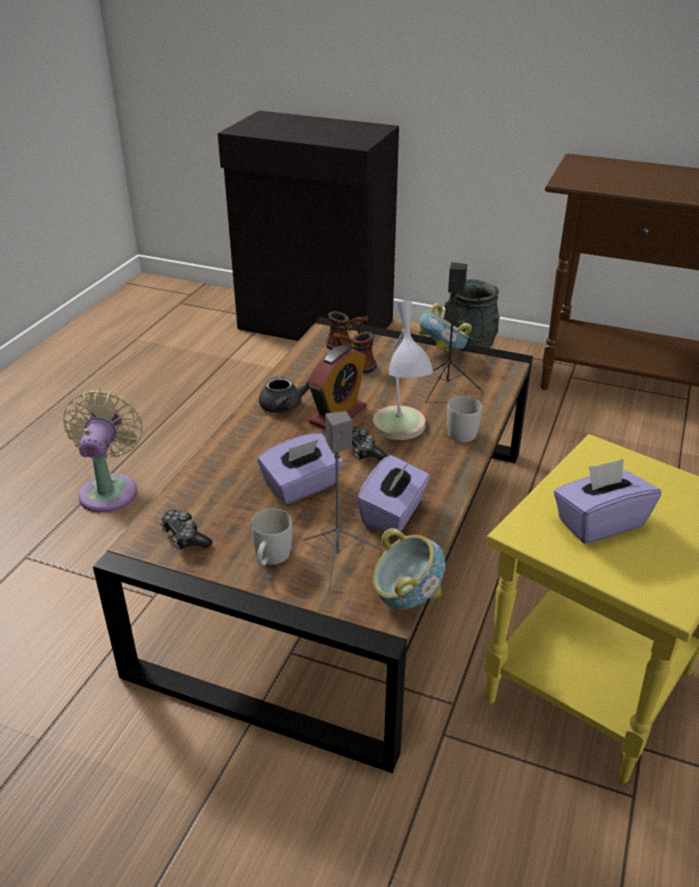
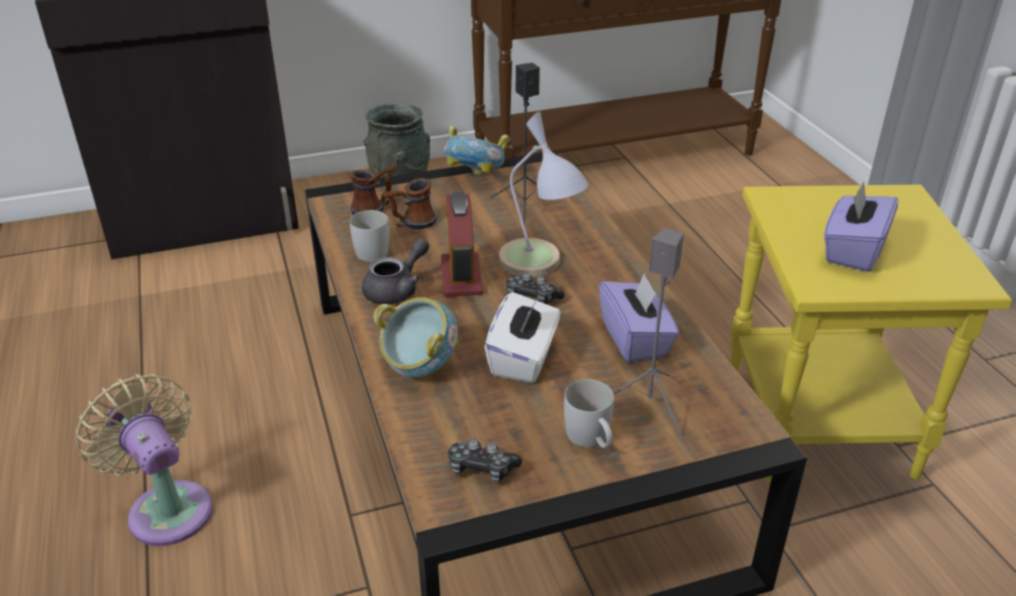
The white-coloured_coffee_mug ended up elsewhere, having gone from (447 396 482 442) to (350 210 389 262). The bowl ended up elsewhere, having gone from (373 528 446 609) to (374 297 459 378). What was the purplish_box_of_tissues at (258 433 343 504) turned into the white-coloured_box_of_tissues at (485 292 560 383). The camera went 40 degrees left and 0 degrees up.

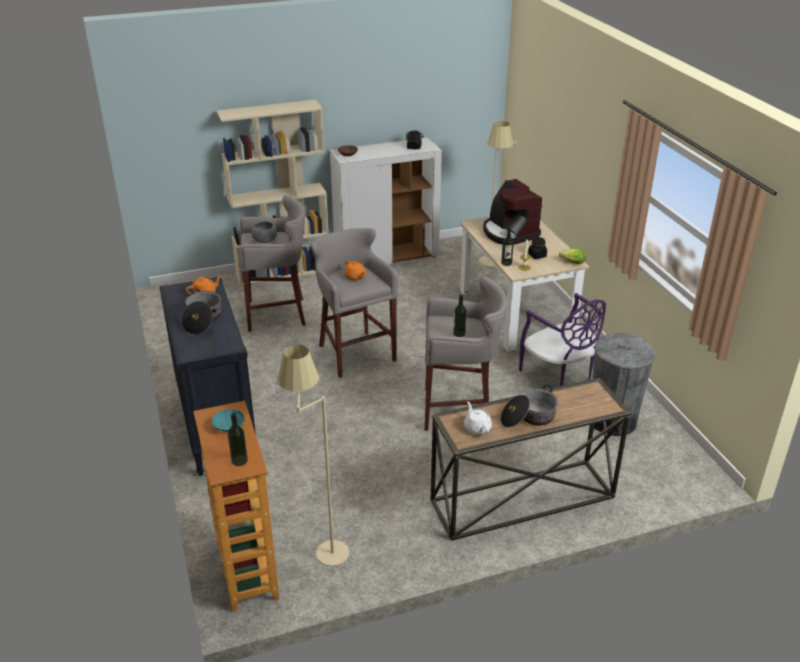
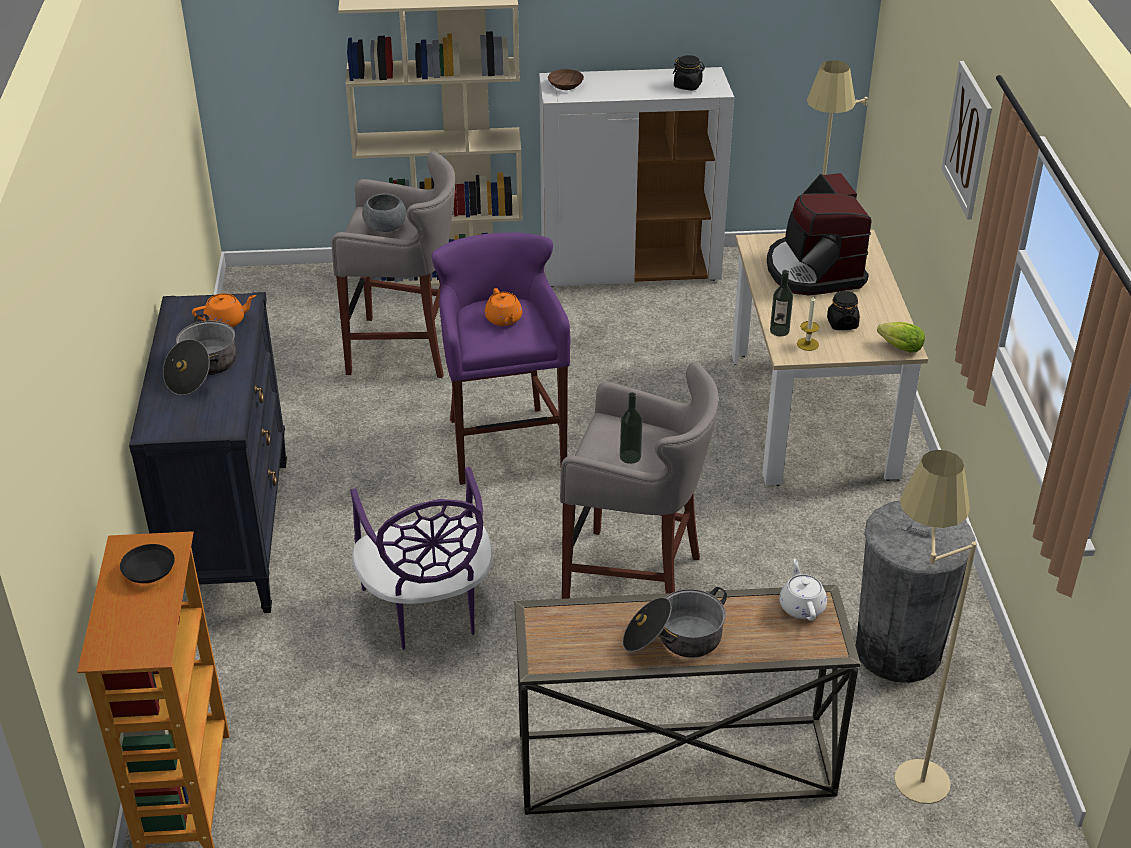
What was the blue-green_bowl at (212 409 245 432) turned into the blackish_bowl at (120 544 175 583). The purplish_plain_chair ended up elsewhere, having gone from (519 293 606 386) to (350 467 493 650). What was the gray_stool_seat at (311 228 398 378) turned into the purplish_stool_seat at (431 232 570 485). The white-coloured_tea_pot ended up elsewhere, having gone from (464 401 492 435) to (779 559 827 621). The sand-coloured_standard_lamp ended up elsewhere, having gone from (277 345 349 566) to (894 450 977 804). The second view gained the picture at (941 61 992 219). The second view lost the bottle at (228 413 248 466). The camera went 15 degrees right and 5 degrees up.

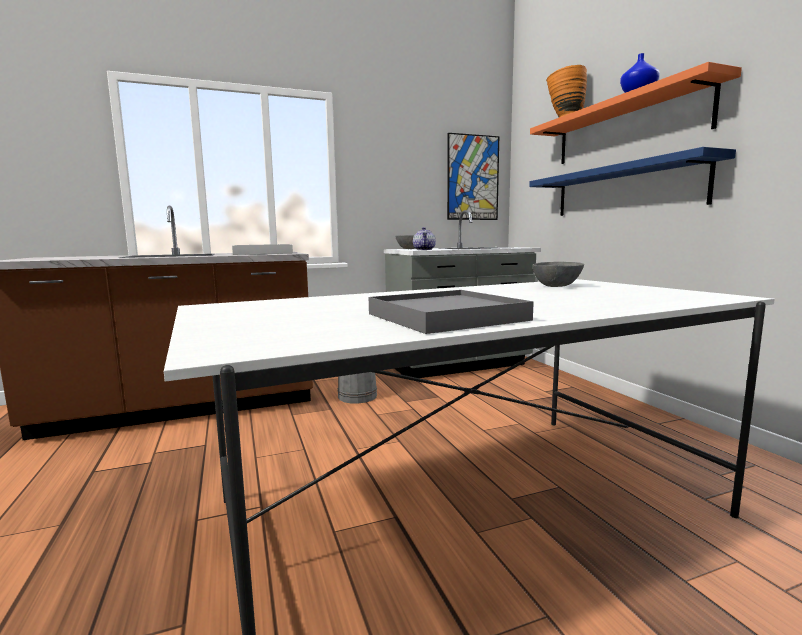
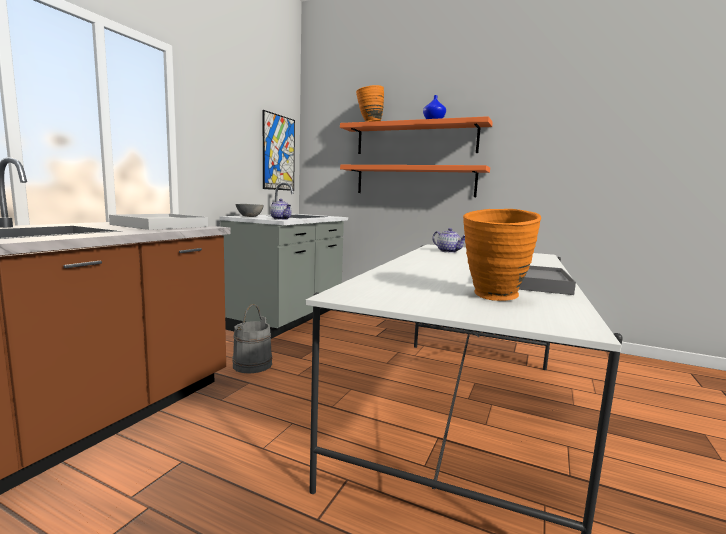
What was the blue-coloured_shelf at (529 147 736 216) turned into the orange-coloured_shelf at (340 165 490 197). Where the gray_bowl stood at (533 262 584 287), the tea_pot came to stand at (433 228 465 253). The second view gained the orange-coloured_flower_vase at (463 209 541 301). The camera went 45 degrees left and 0 degrees up.

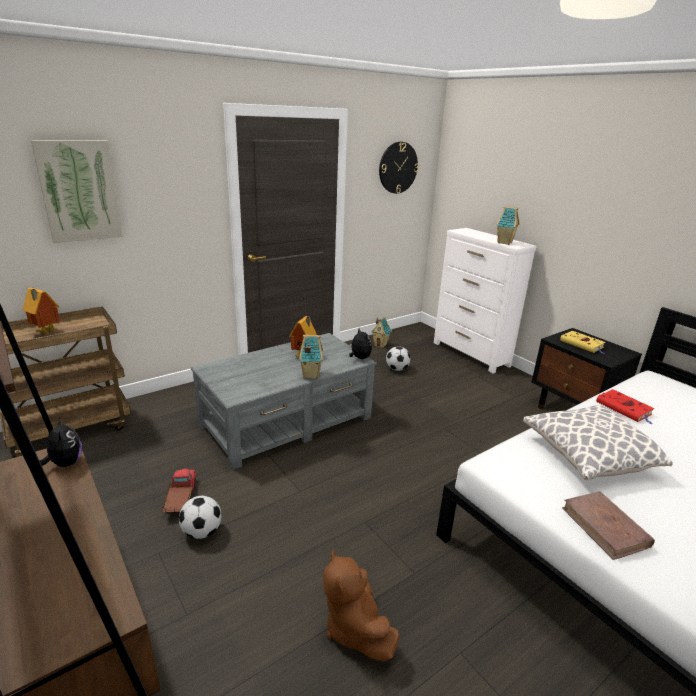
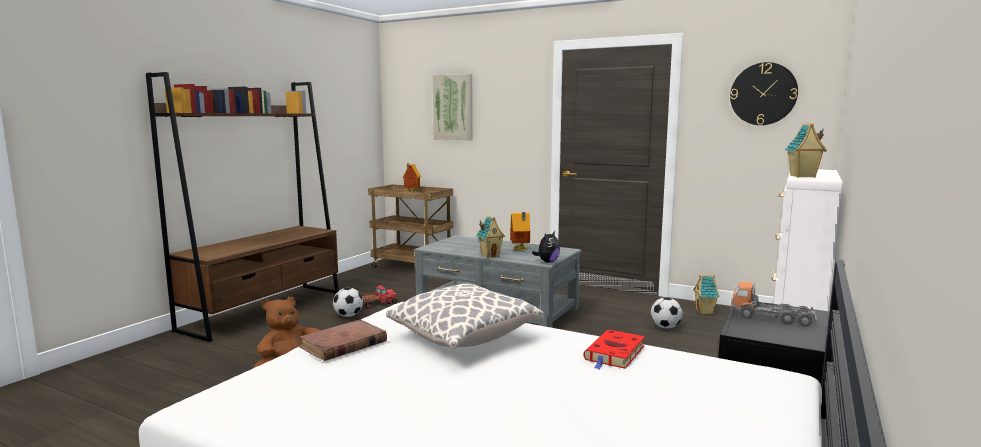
Where the yellow-coloured_book stood at (560 331 605 354), the toy_truck came to stand at (731 282 817 327). The second view lost the plush_toy at (39 418 82 467). The camera went 65 degrees right and 15 degrees down.

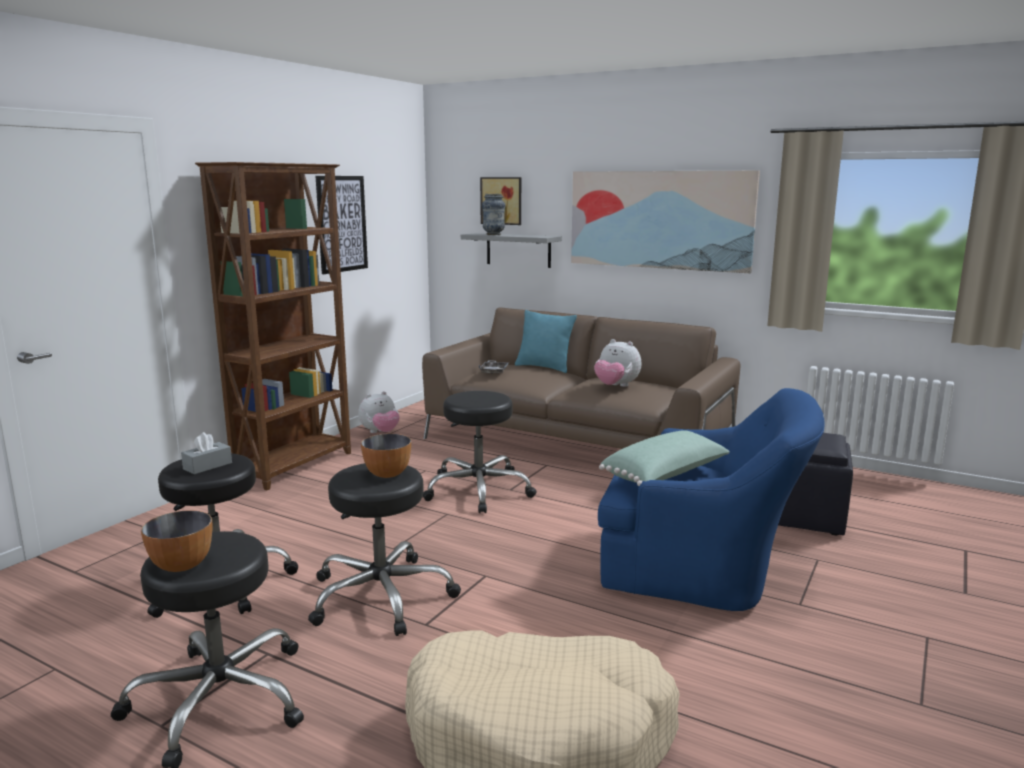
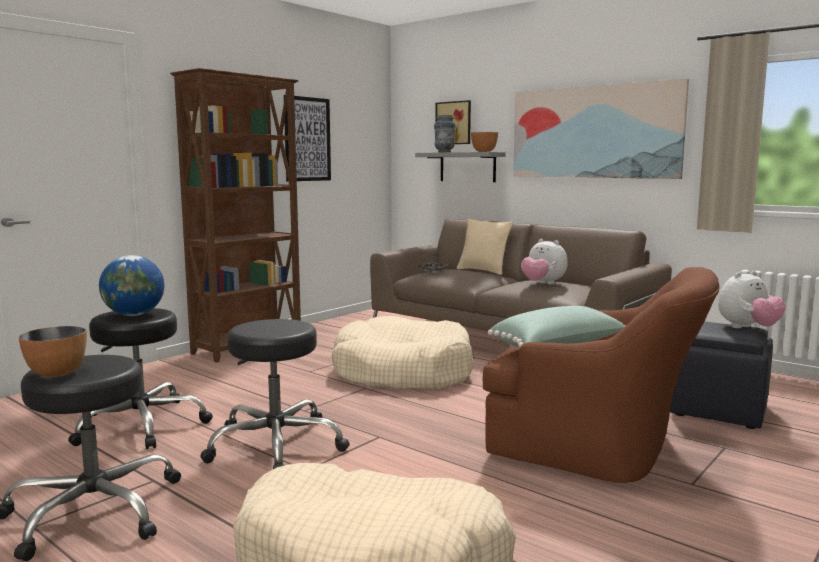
Where the gray_box_of_tissues stood at (181 432 232 474), the world_globe came to stand at (99 255 164 316). Where the blackish_stool_seat stood at (423 391 537 513), the sand-coloured_dog_bed came to stand at (331 316 473 389). What was the blue-green_cushion at (515 310 577 373) turned into the sand-coloured_cushion at (457 219 513 275). The bowl ended up elsewhere, having gone from (361 434 411 478) to (471 132 498 152). What was the blue-coloured_lounge_chair at (598 388 825 611) turned into the brown_lounge_chair at (483 267 720 483). The plush_toy ended up elsewhere, having gone from (358 391 400 433) to (718 271 786 329). The camera went 10 degrees right and 5 degrees down.

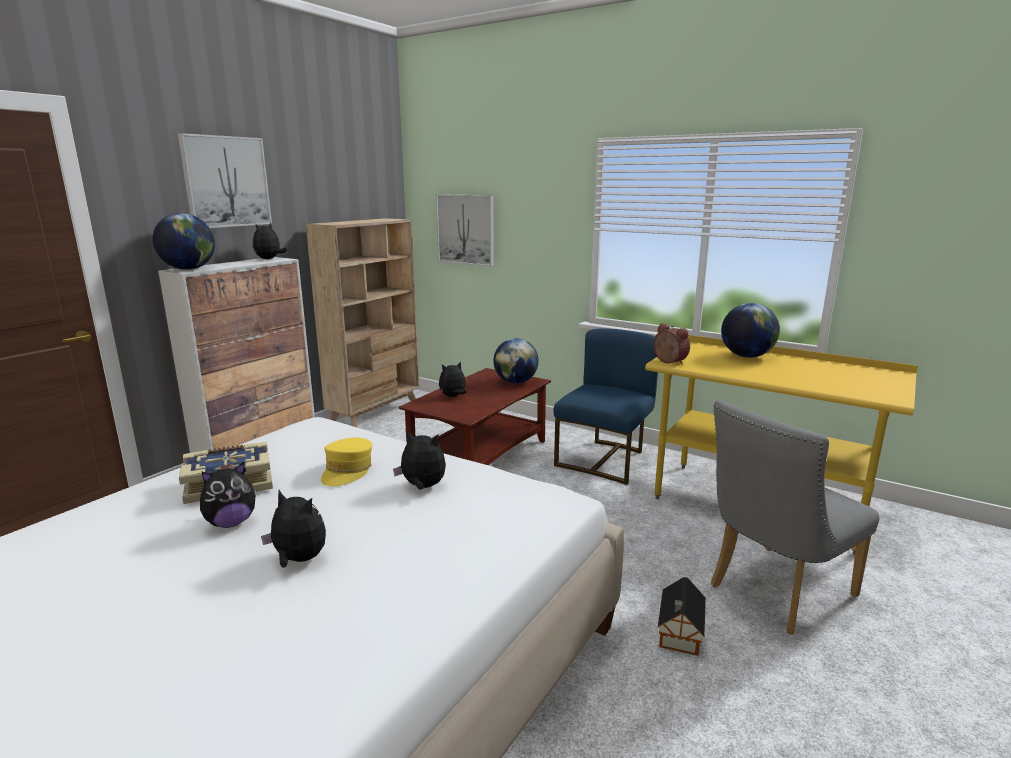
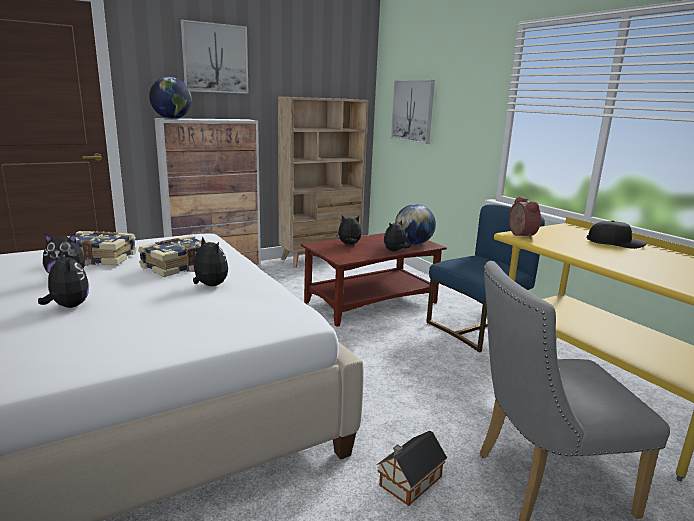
Where the yellow-coloured_peaked_cap stood at (321 438 372 486), the book came to stand at (138 235 214 277). The plush_toy ended up elsewhere, having gone from (253 222 287 259) to (384 220 411 251). Where the world_globe stood at (721 303 780 358), the blackish_peaked_cap came to stand at (587 220 647 249). The camera went 25 degrees right and 0 degrees up.

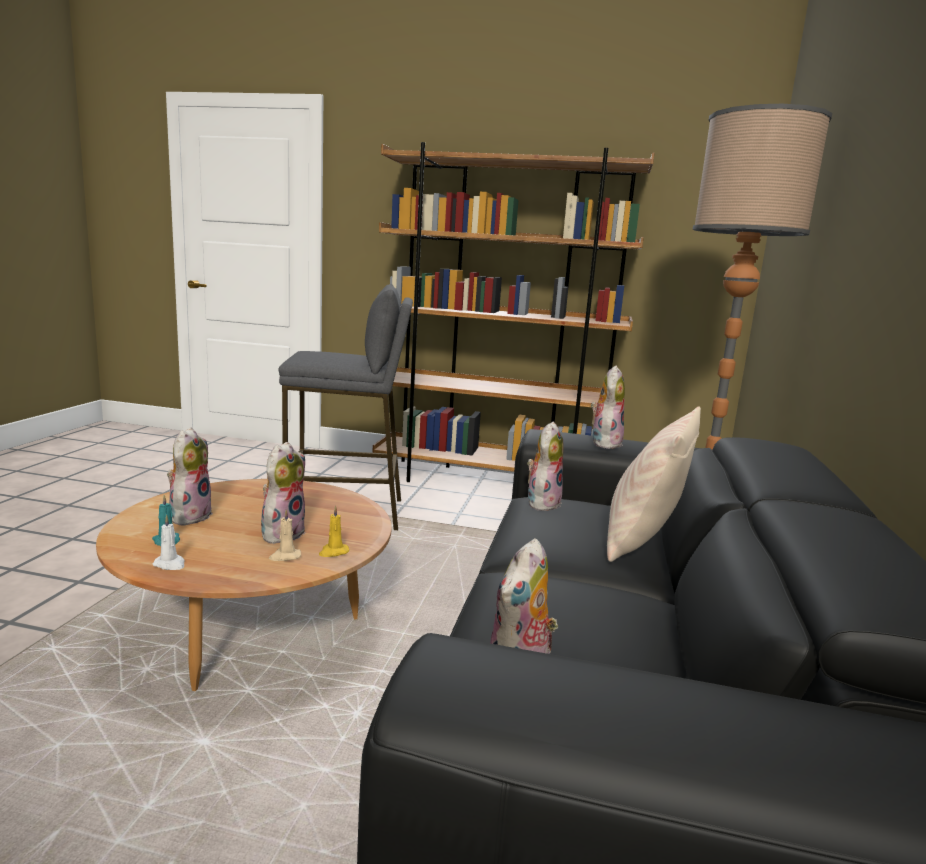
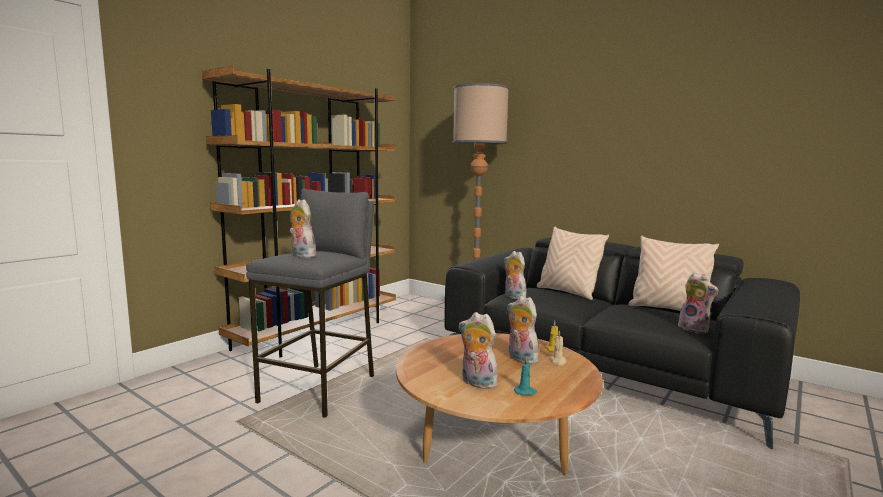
The plush_toy ended up elsewhere, having gone from (591 366 625 449) to (289 199 316 258). The second view gained the sand-coloured_cushion at (628 236 719 311). The second view lost the white-coloured_wax_light at (153 515 185 570). The camera went 65 degrees left and 5 degrees down.

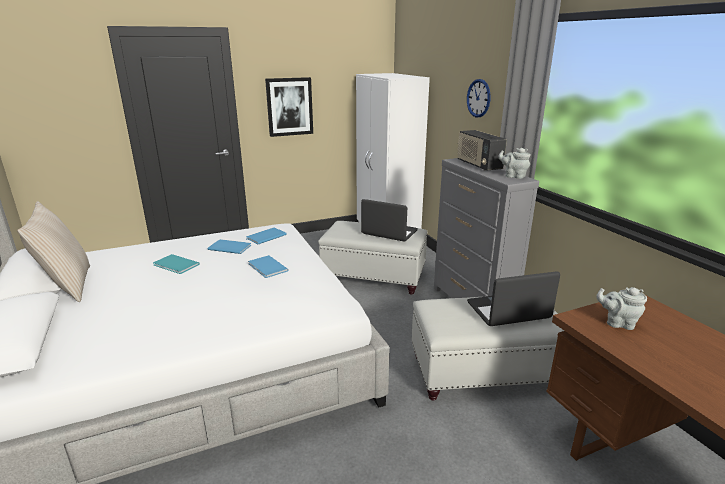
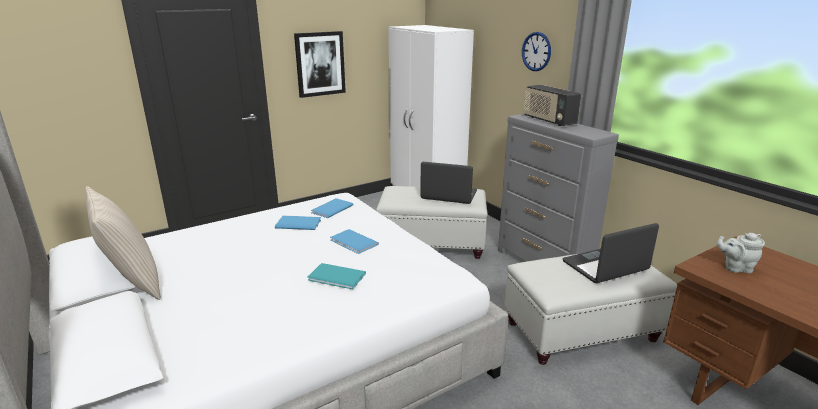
The blue-green_book ended up elsewhere, having gone from (153 254 200 274) to (308 263 366 289). The second view lost the gray_tea_pot at (498 148 530 179). The camera went 10 degrees left and 0 degrees up.

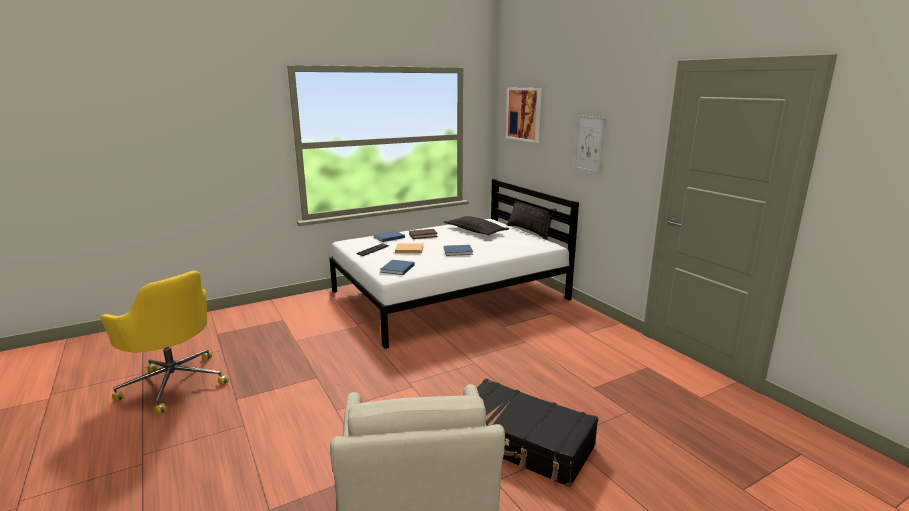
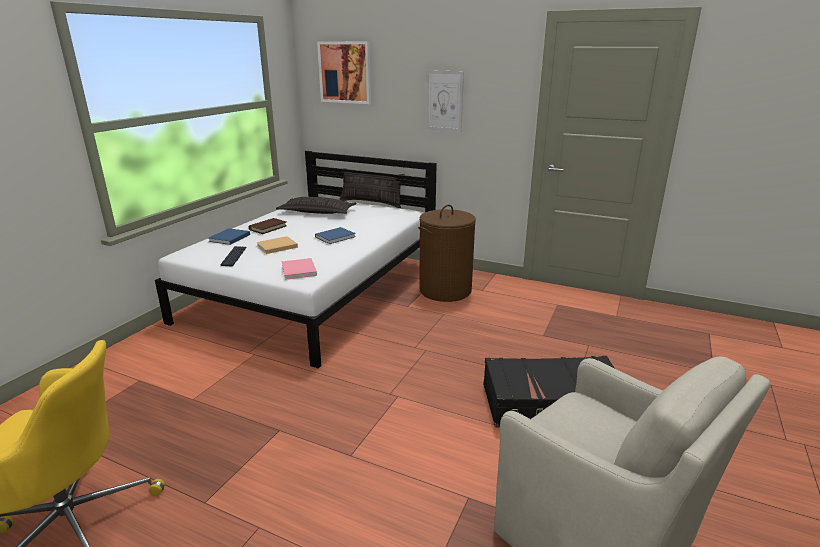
What was the blue-coloured_book at (380 260 415 275) turned into the pink-coloured_book at (282 258 317 280). The second view gained the brown_washing_basket at (418 205 476 302). The camera went 35 degrees left and 5 degrees up.

